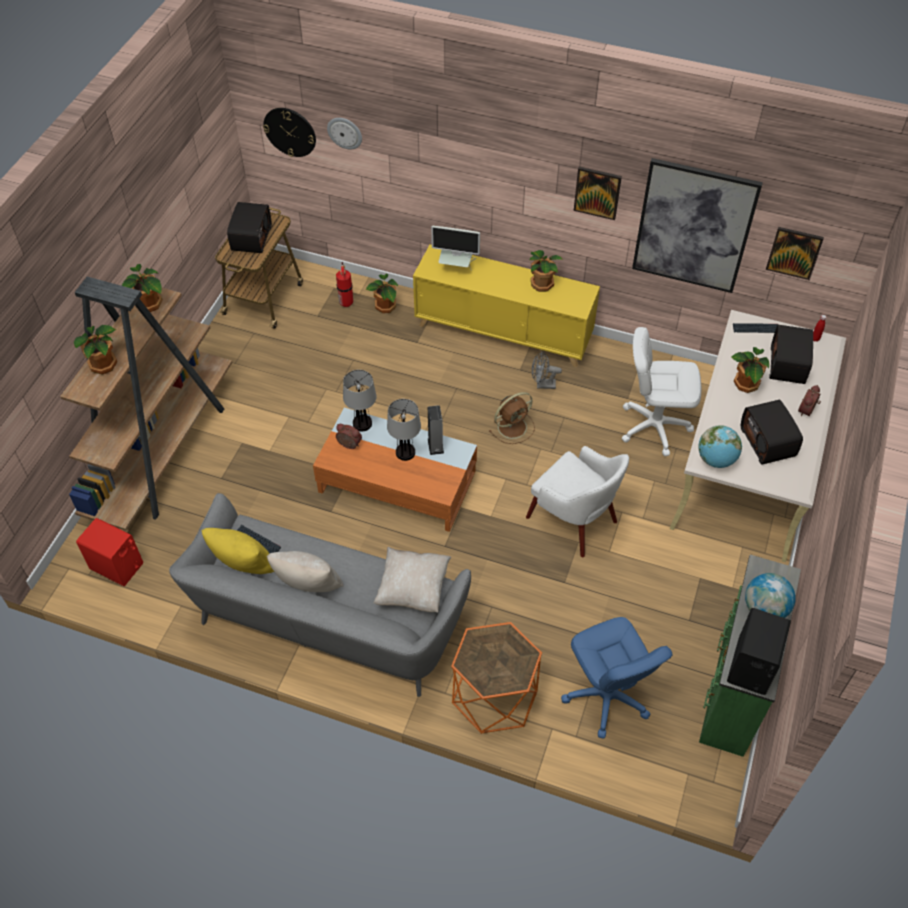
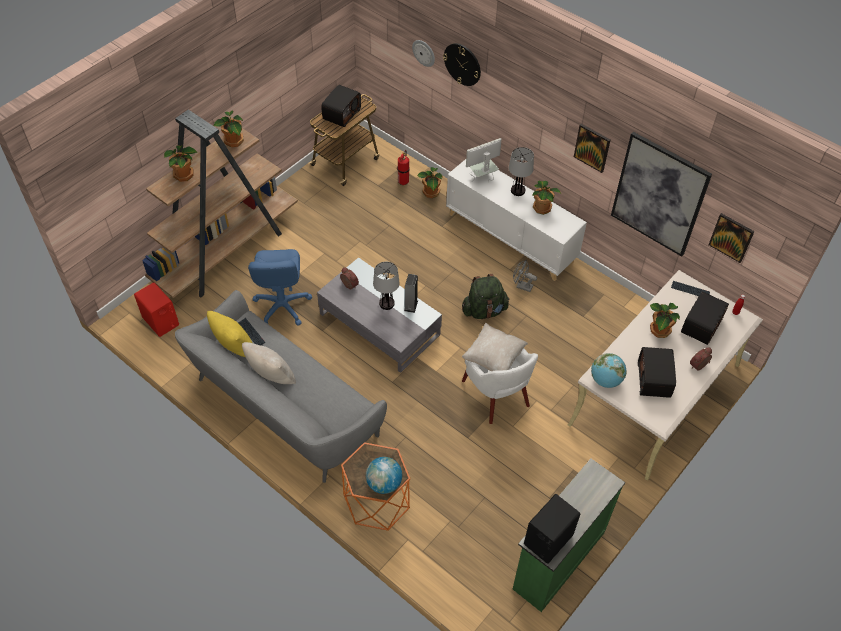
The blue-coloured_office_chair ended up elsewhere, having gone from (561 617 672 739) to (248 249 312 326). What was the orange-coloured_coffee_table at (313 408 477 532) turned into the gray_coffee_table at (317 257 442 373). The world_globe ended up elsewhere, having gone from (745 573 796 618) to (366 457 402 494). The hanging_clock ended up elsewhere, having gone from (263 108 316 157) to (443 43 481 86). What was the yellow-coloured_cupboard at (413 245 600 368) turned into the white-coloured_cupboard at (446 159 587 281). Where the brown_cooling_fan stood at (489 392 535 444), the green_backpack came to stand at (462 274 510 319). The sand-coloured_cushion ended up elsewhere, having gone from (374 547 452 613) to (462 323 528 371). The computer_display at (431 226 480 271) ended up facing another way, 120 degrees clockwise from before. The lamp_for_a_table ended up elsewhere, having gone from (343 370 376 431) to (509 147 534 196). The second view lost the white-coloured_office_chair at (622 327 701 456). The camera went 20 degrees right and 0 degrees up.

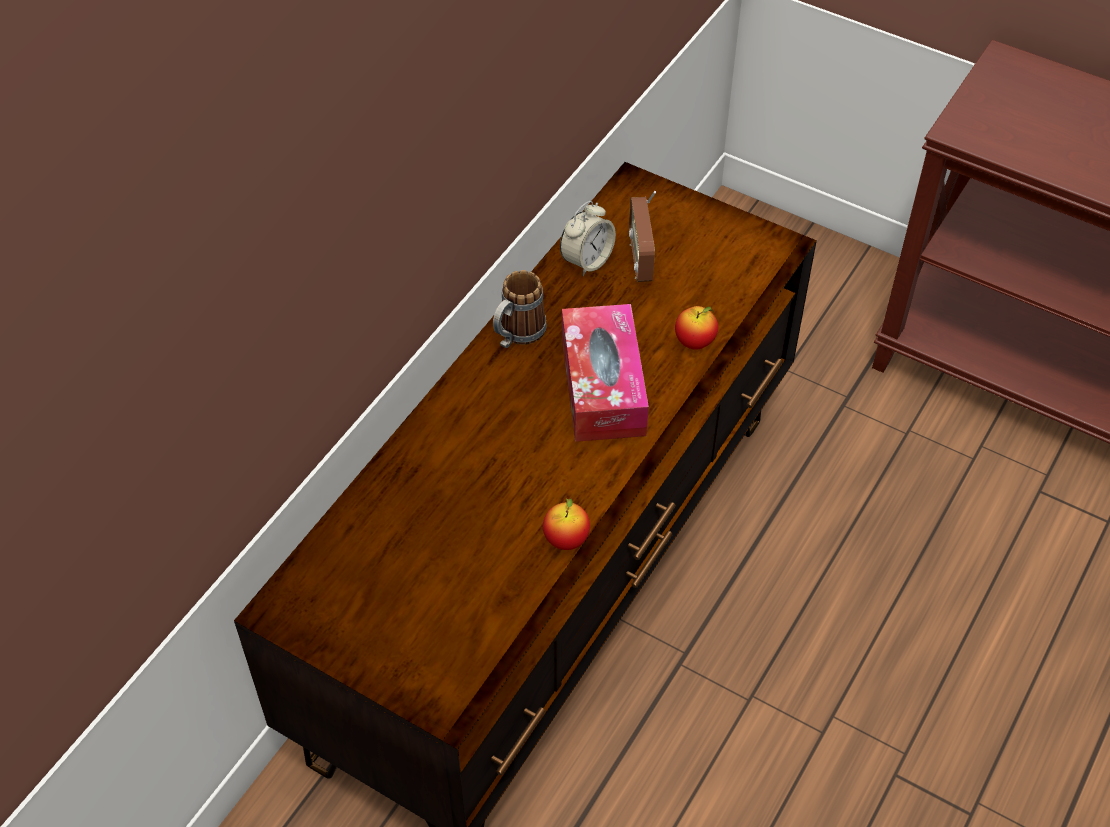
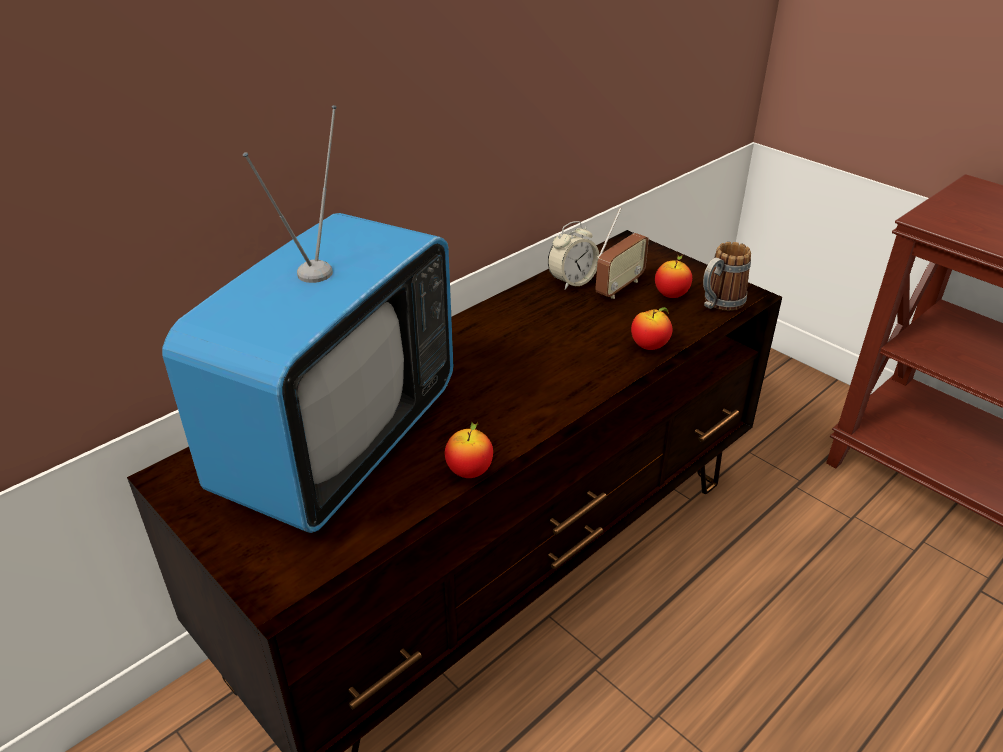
The second view gained the TV_set at (162 105 453 533). The radio_receiver at (629 191 656 282) ended up facing another way, 150 degrees counterclockwise from before. The second view gained the apple_fruit at (655 256 692 298). The coffee_mug ended up elsewhere, having gone from (493 270 547 348) to (703 242 751 311). The second view lost the box_of_tissues at (562 304 649 442). The camera went 15 degrees right and 15 degrees down.

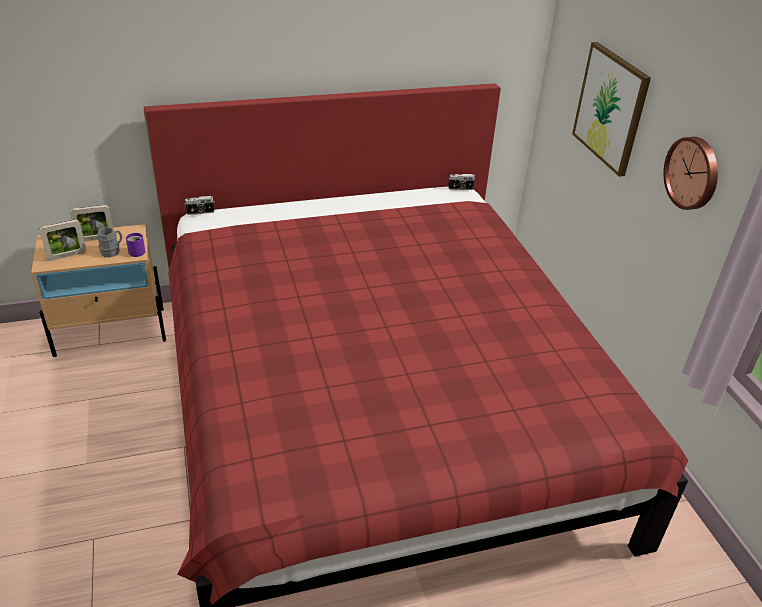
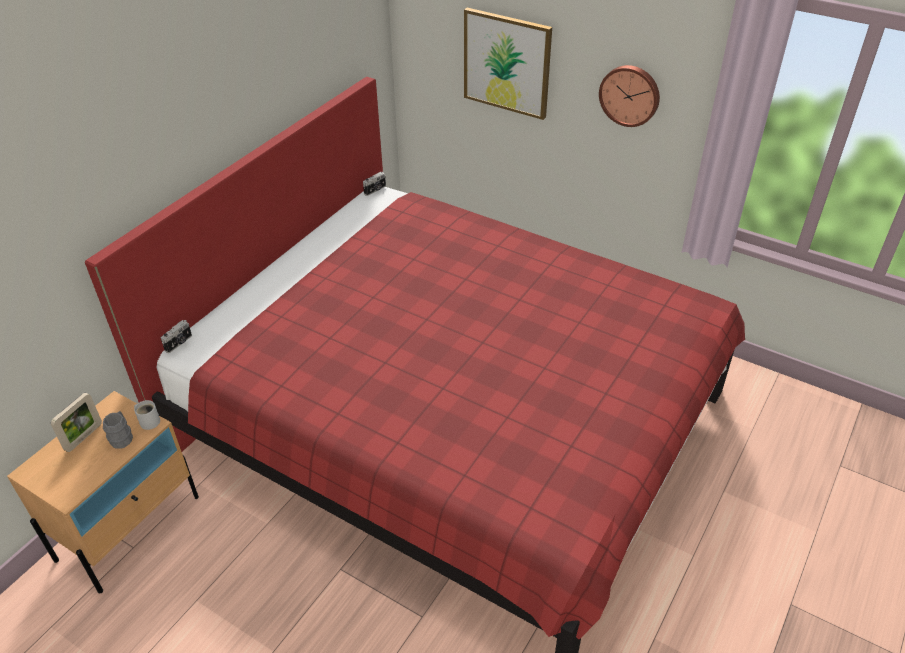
What was the purplish_coffee_mug at (126 233 146 257) turned into the white-coloured_coffee_mug at (134 400 160 430). The second view lost the photo_frame at (39 220 86 261). The camera went 40 degrees left and 5 degrees up.

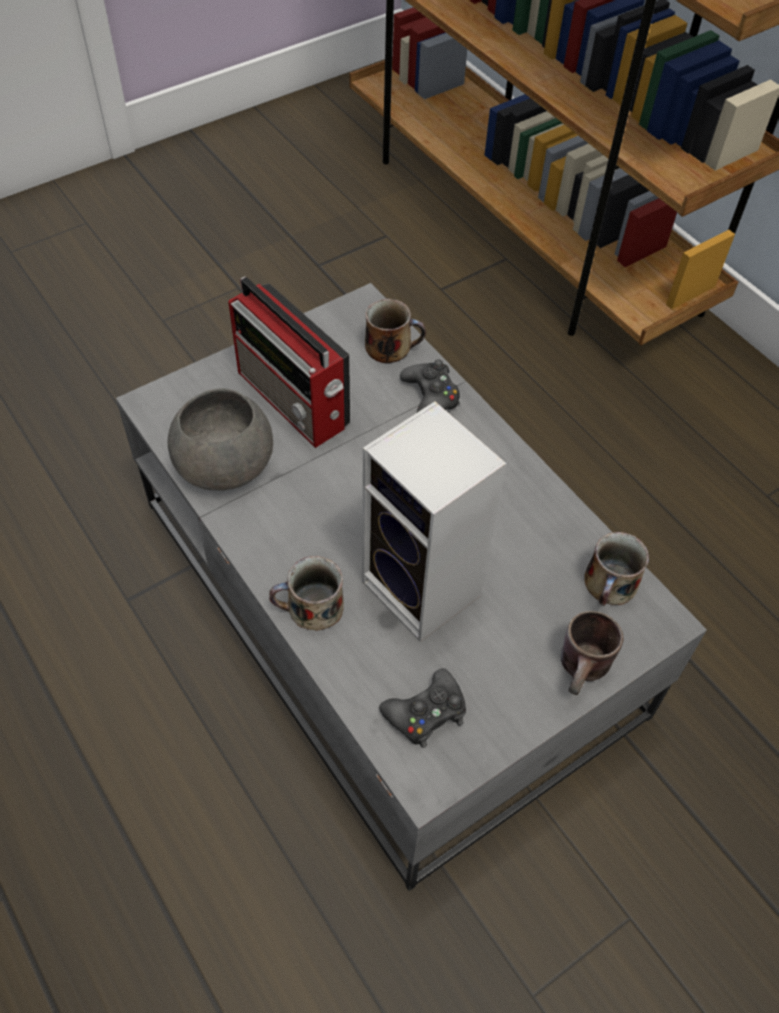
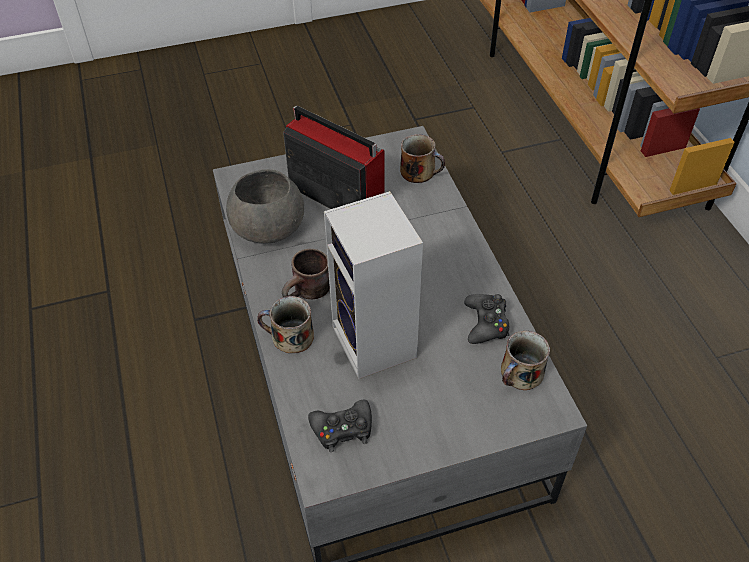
The brown_coffee_mug ended up elsewhere, having gone from (561 611 623 695) to (282 249 330 299). The radio_receiver at (228 277 350 448) ended up facing another way, 150 degrees clockwise from before. The blackish_gamepad ended up elsewhere, having gone from (400 359 460 412) to (464 294 509 344). The camera went 20 degrees right and 5 degrees down.

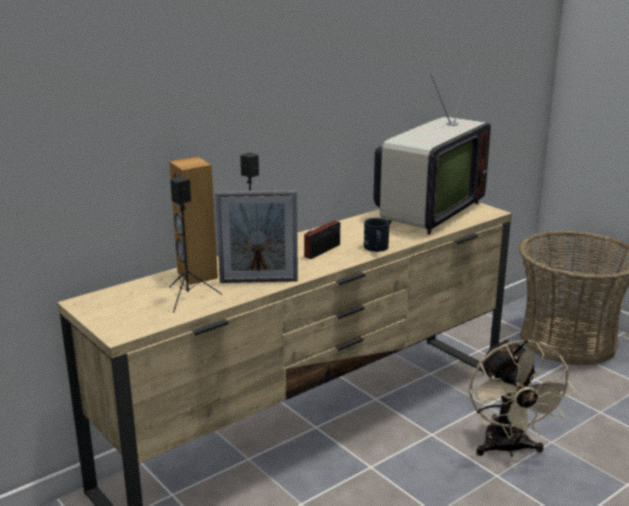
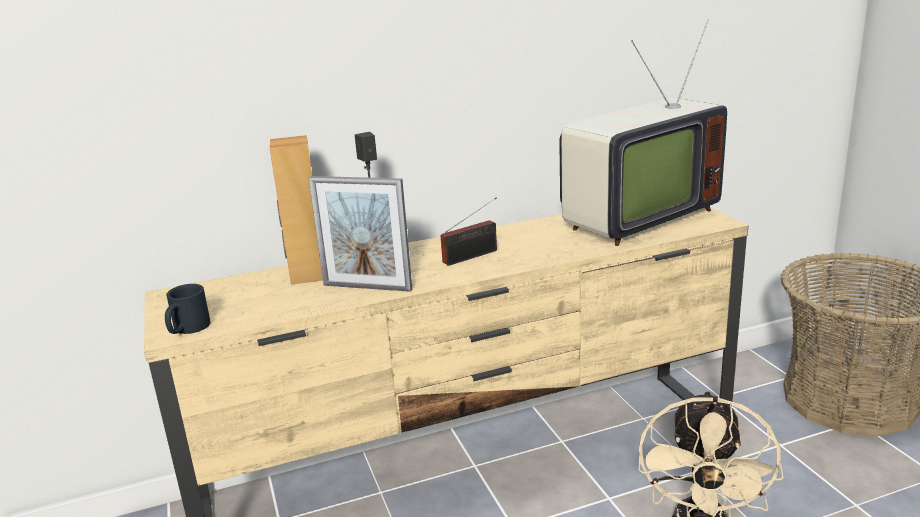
The blackish_coffee_mug ended up elsewhere, having gone from (364 218 389 252) to (165 284 211 334). The second view lost the blackish_loudspeaker at (169 177 222 312). The camera went 20 degrees right and 0 degrees up.

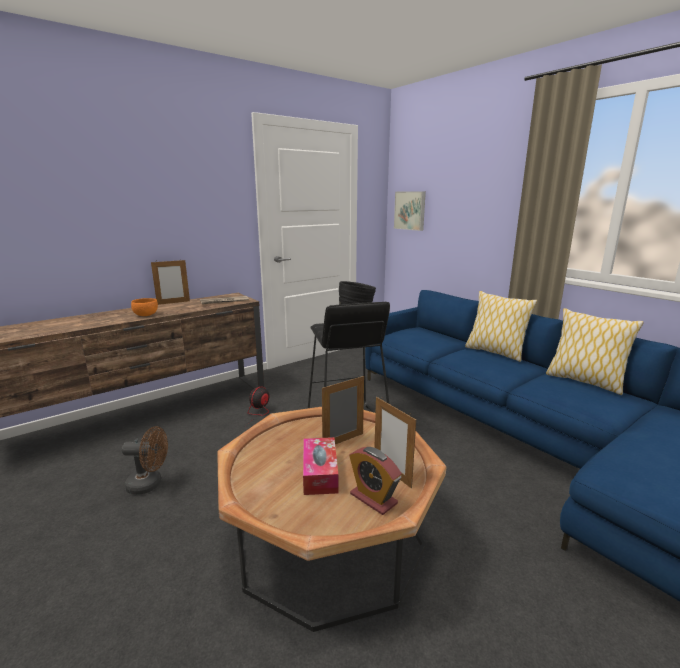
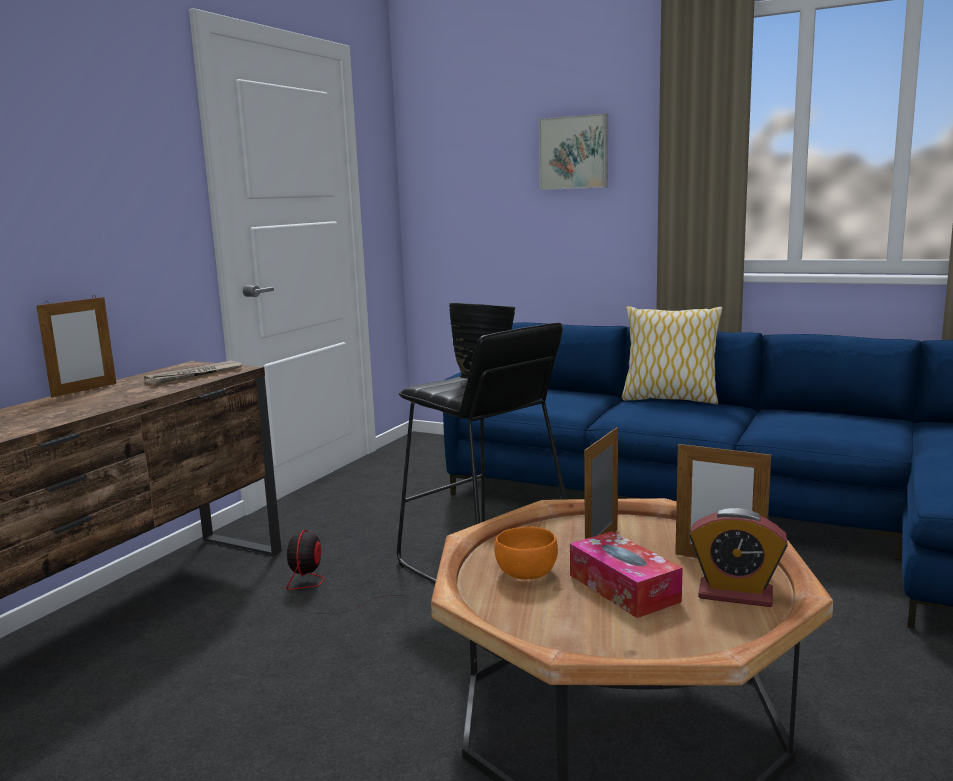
The orange-coloured_bowl ended up elsewhere, having gone from (131 298 158 316) to (495 527 558 580). The picture ended up elsewhere, having gone from (394 191 426 231) to (539 113 608 190). The second view lost the brown_cooling_fan at (122 426 168 495). The second view lost the cushion at (546 308 643 395). The camera went 25 degrees left and 5 degrees down.

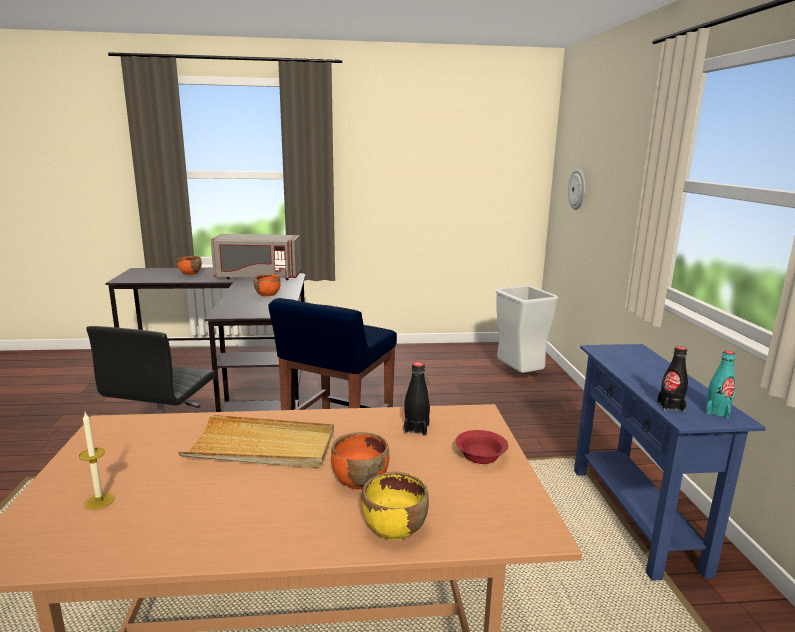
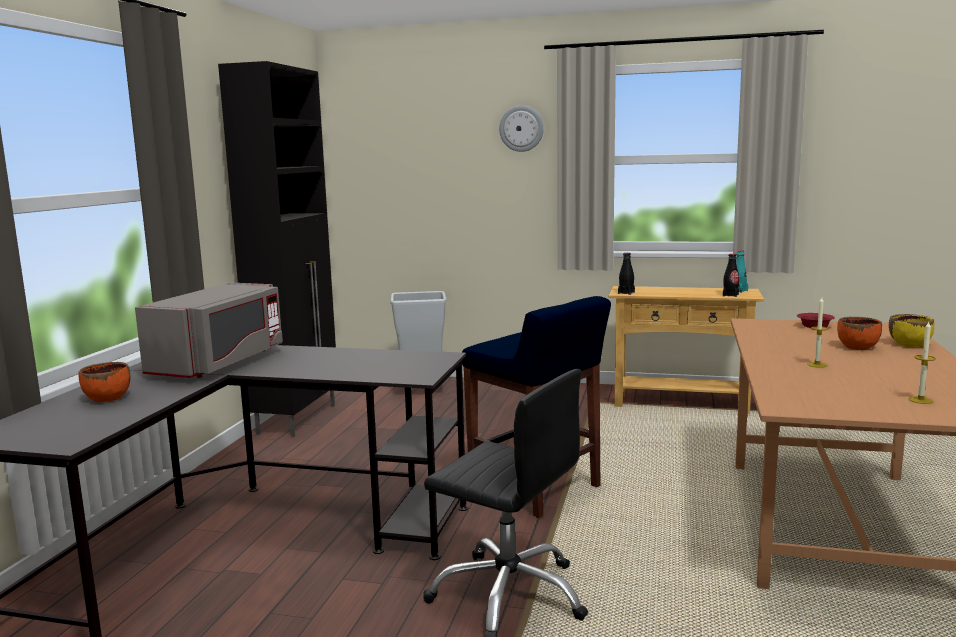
The second view gained the blackish_cupboard at (218 61 336 437). The hanging_clock ended up elsewhere, having gone from (568 169 585 210) to (499 105 544 152). What was the blue-coloured_narrow_table at (574 344 766 581) turned into the sand-coloured_narrow_table at (609 286 764 414). The blackish_bottle ended up elsewhere, having gone from (404 362 430 436) to (618 253 635 295). Where the sand-coloured_serving_tray stood at (178 415 334 468), the wax_light came to stand at (807 297 828 368). The second view lost the orange-coloured_bowl at (254 274 281 297). The camera went 70 degrees left and 5 degrees down.

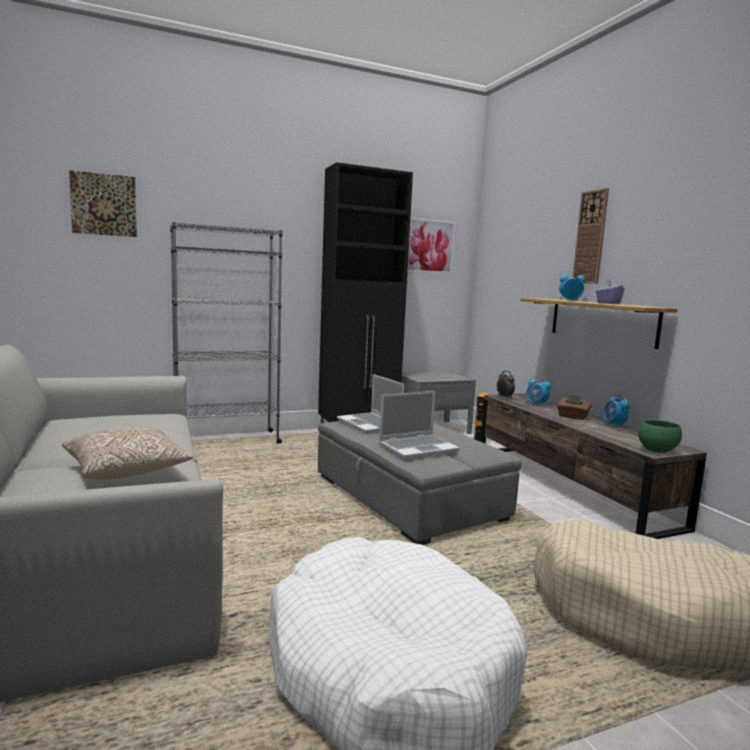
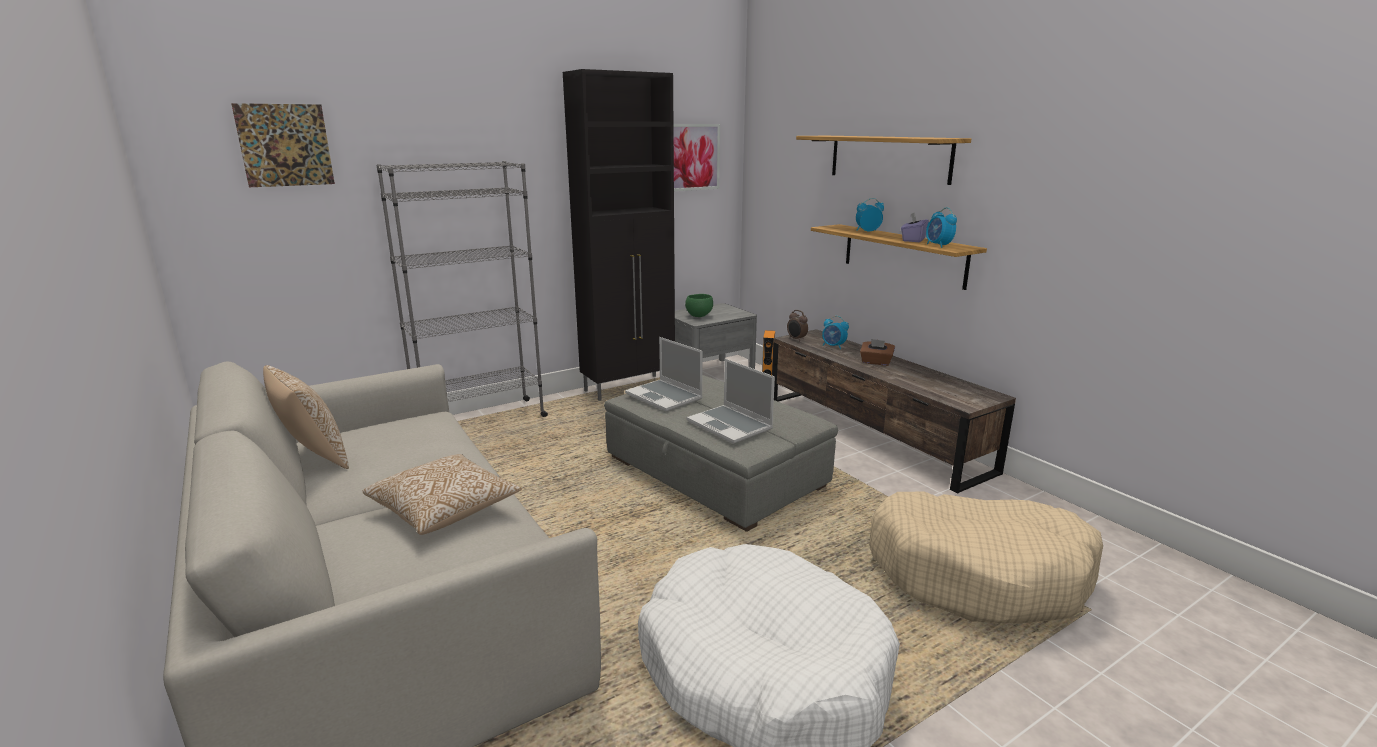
The second view gained the cushion at (263 365 349 469). The green_bowl ended up elsewhere, having gone from (638 420 682 453) to (685 294 713 317). The portable_computer at (379 391 460 459) ended up facing another way, 90 degrees clockwise from before. Where the hanging_clock hung at (573 188 609 284), the shelf came to hang at (796 136 971 185). The alarm_clock ended up elsewhere, having gone from (604 394 630 428) to (926 207 957 248). The camera went 10 degrees left and 10 degrees up.

